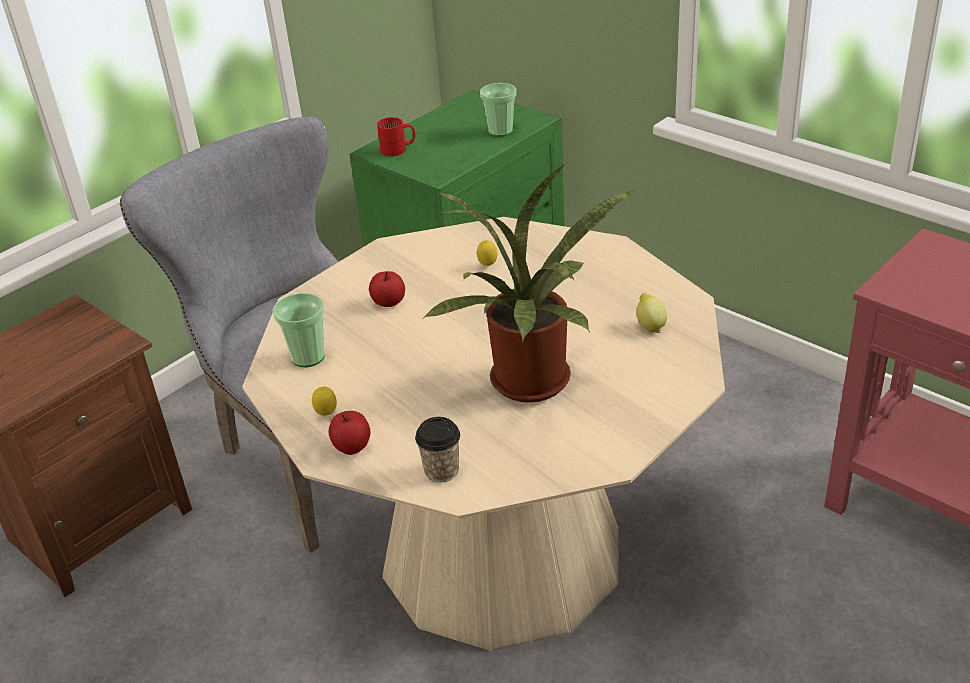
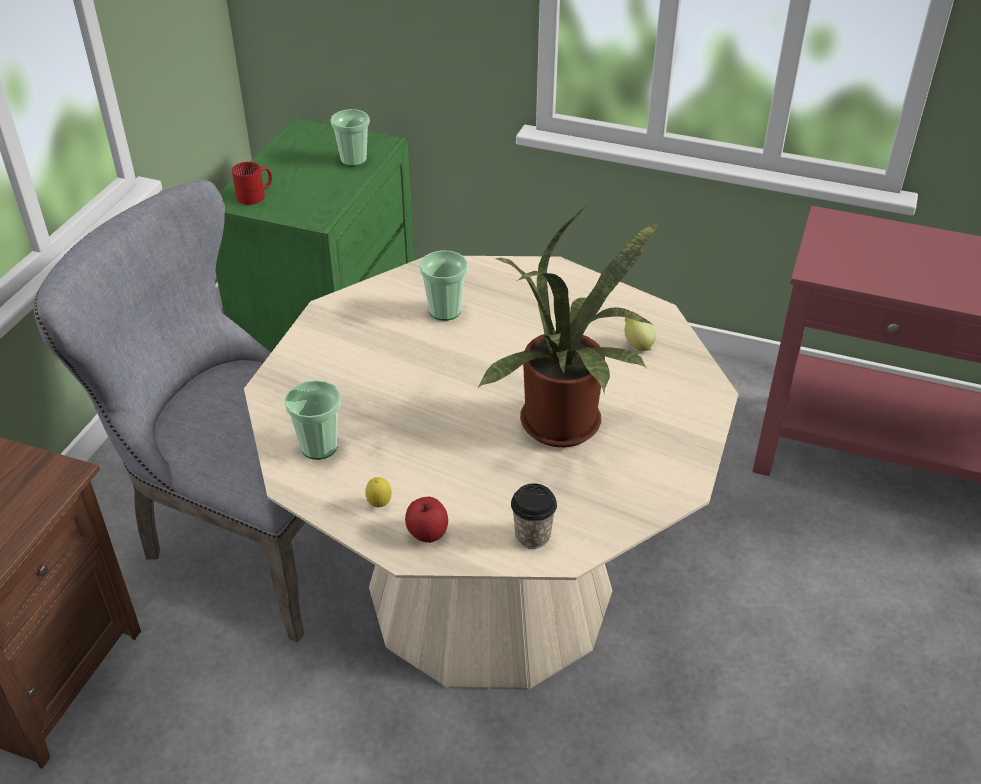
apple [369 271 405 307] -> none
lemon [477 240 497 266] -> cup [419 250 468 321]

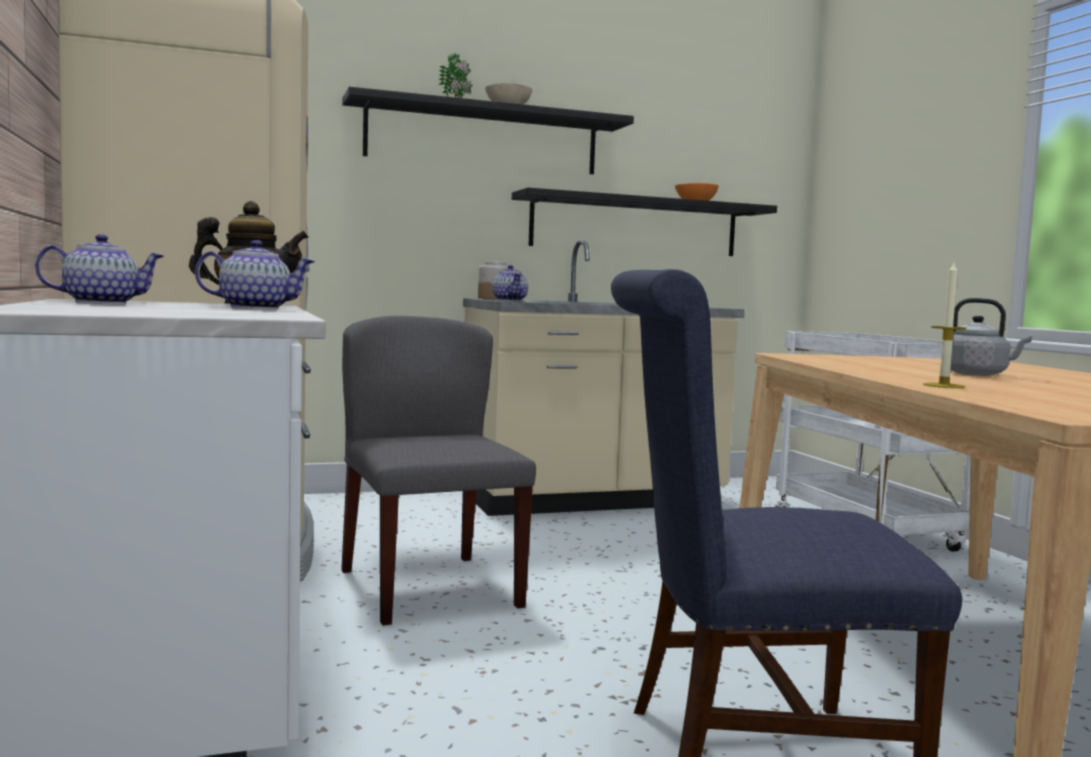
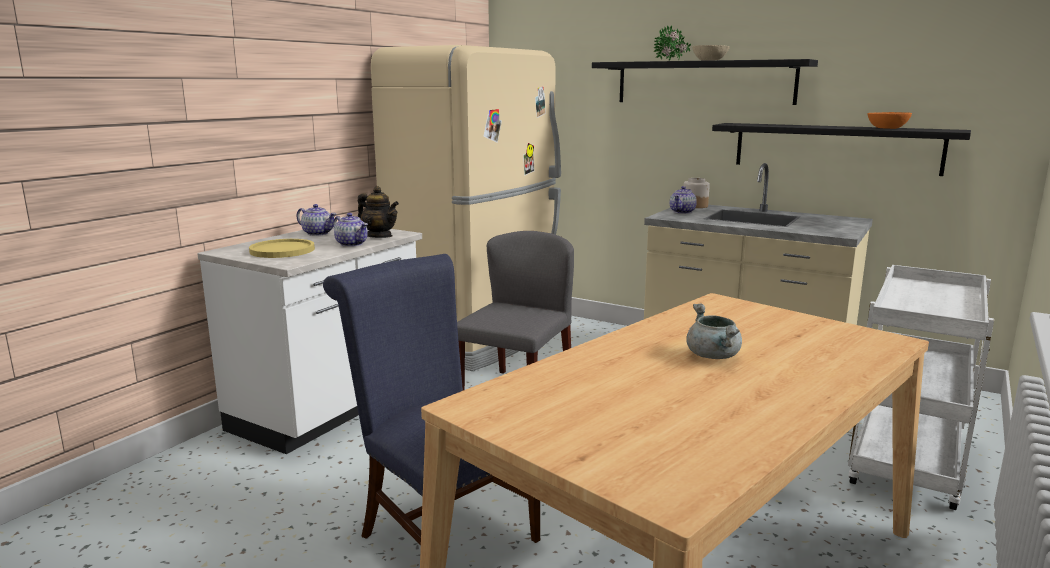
candle [923 262 967 388] -> none
kettle (grey) [950 298 1032 376] -> cooking pot (grey) [686 303 742 359]
none -> plate (yellow) [249 239 315 258]

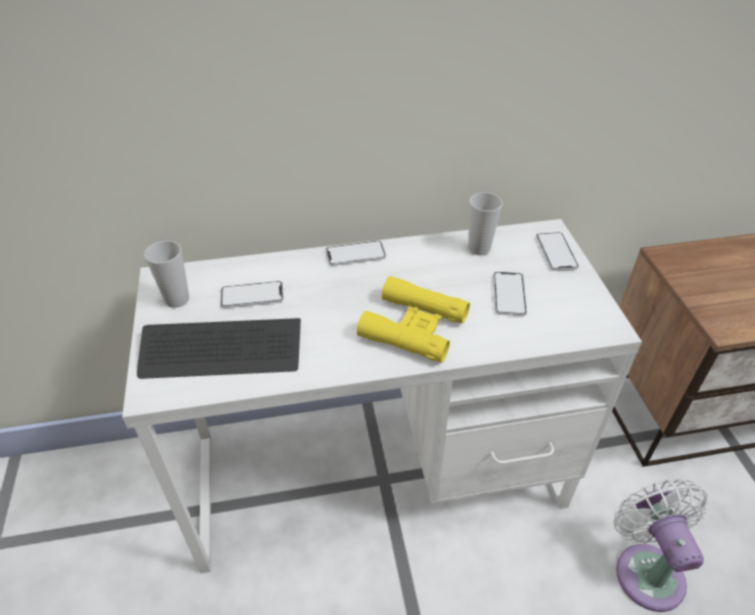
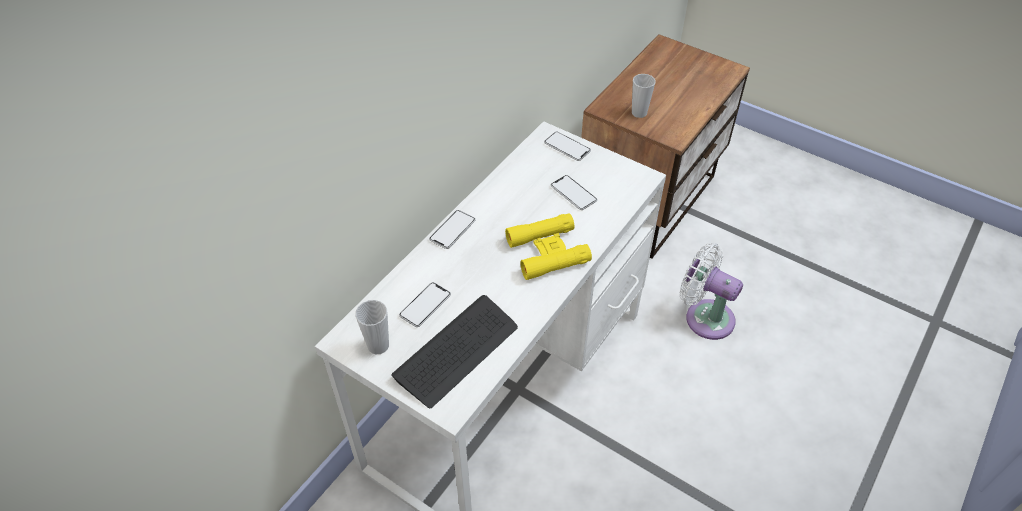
cup [468 192 503 255] -> cup [632 74 656 118], move

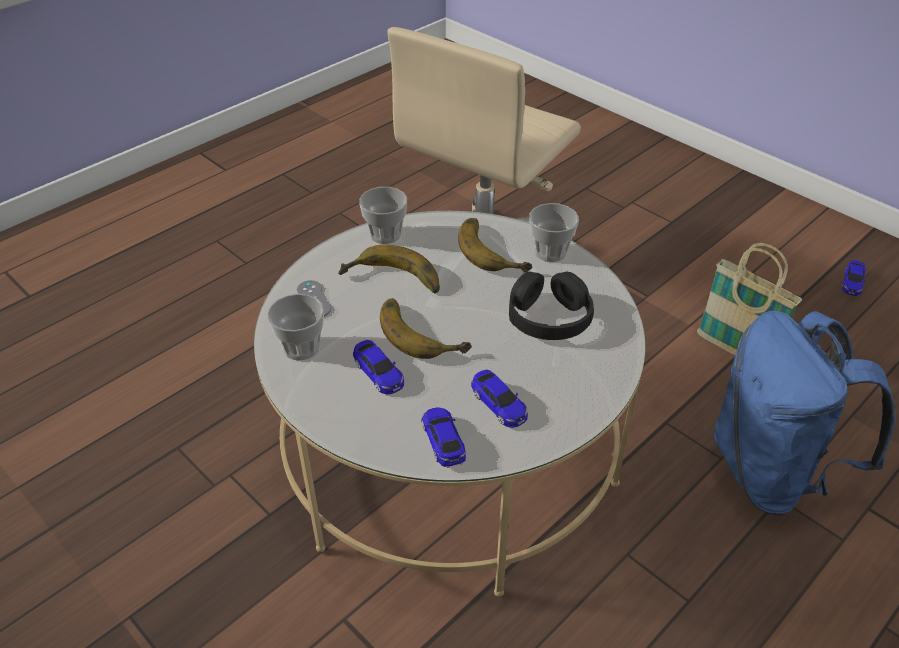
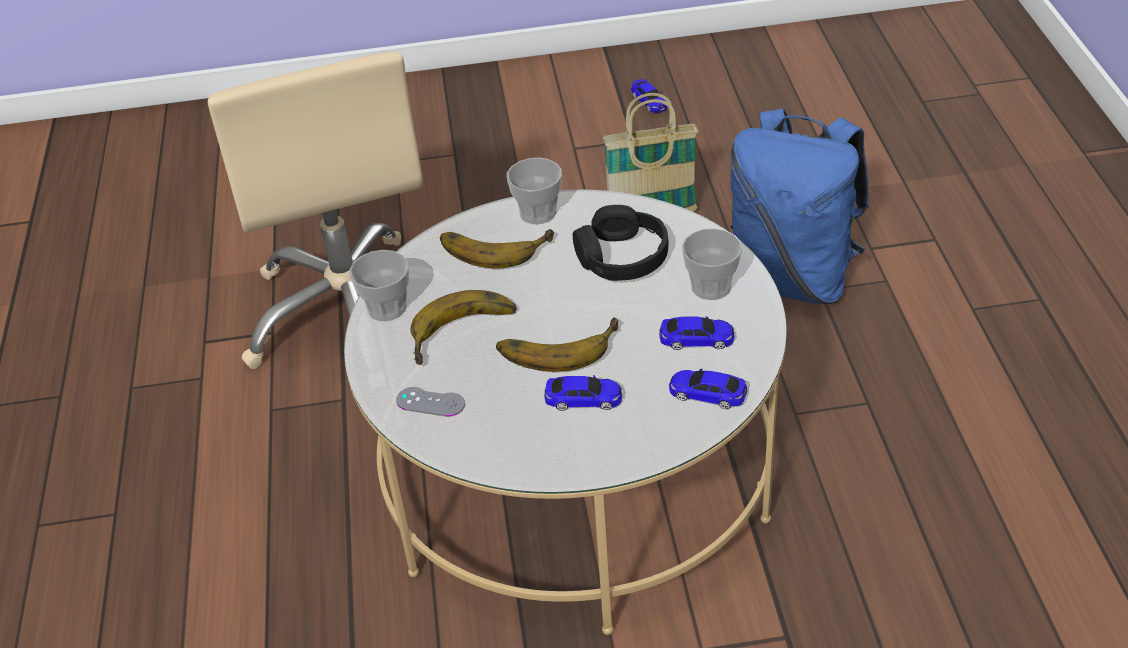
cup [267 294 324 361] -> cup [682 228 742 300], move

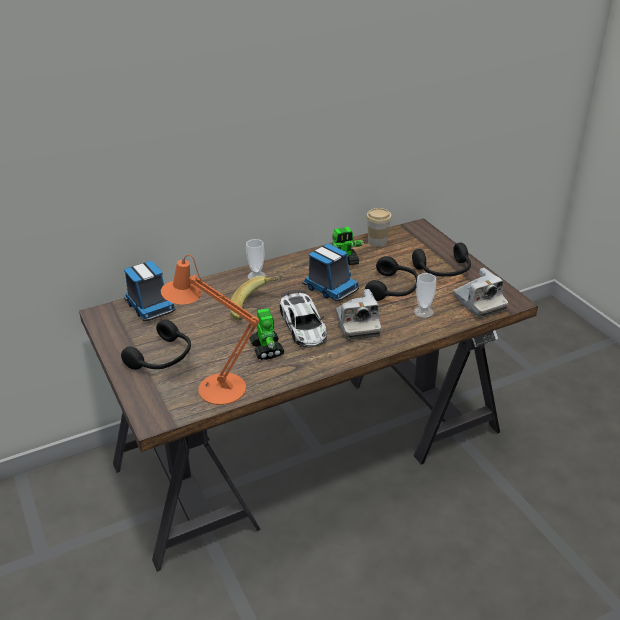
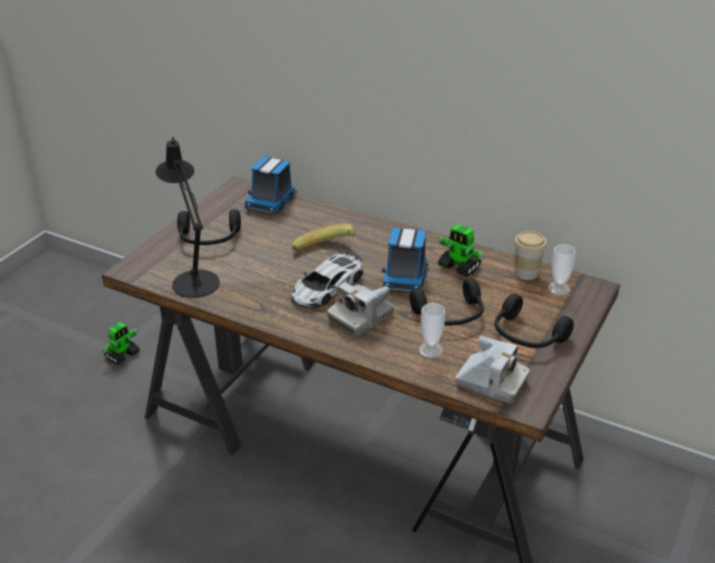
table lamp (orange) [161 255 259 405] -> table lamp (black) [156 137 220 298]
cup [246 239 266 280] -> cup [548 244 576 295], move
toy robot [249 308 285 360] -> toy robot [102 322 140 365], move
photo camera [453 268 508 319] -> photo camera [456 336 530 404], 90 degrees counterclockwise

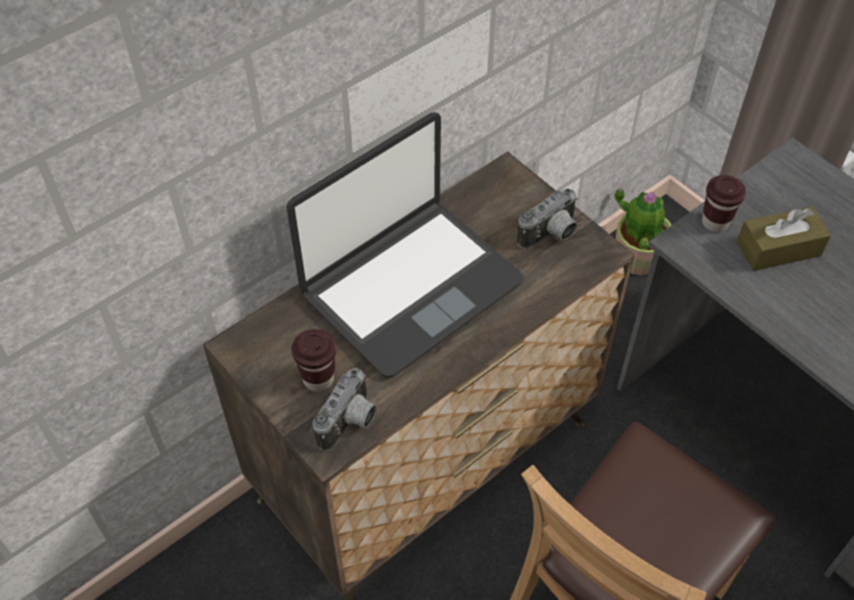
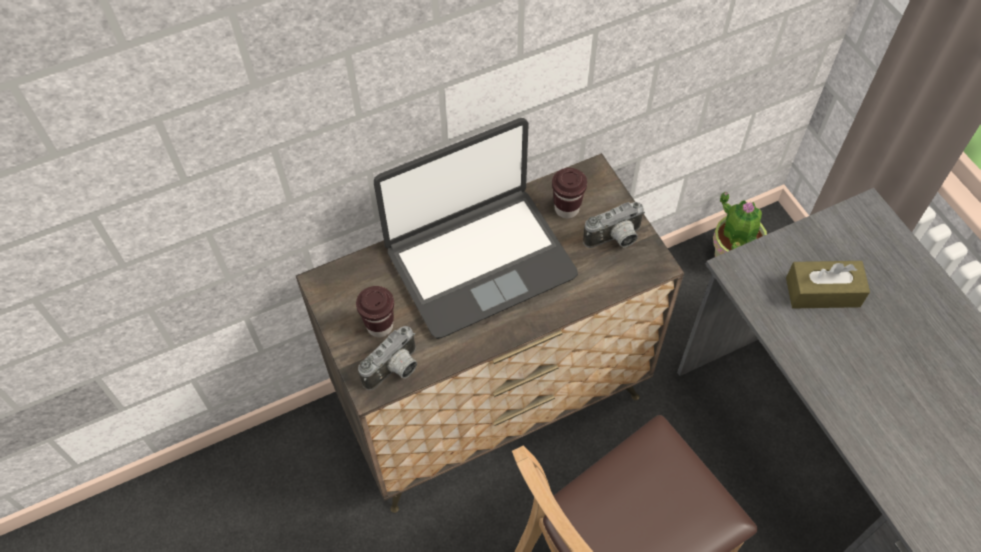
cup (brown) [702 175 746 232] -> cup (brown) [552 168 587 218], move

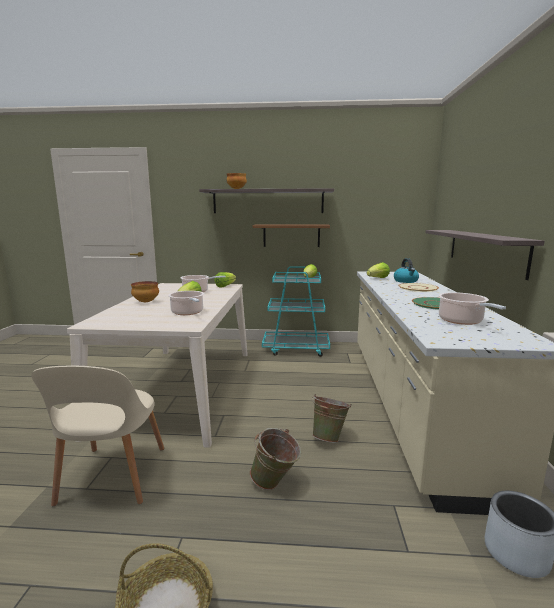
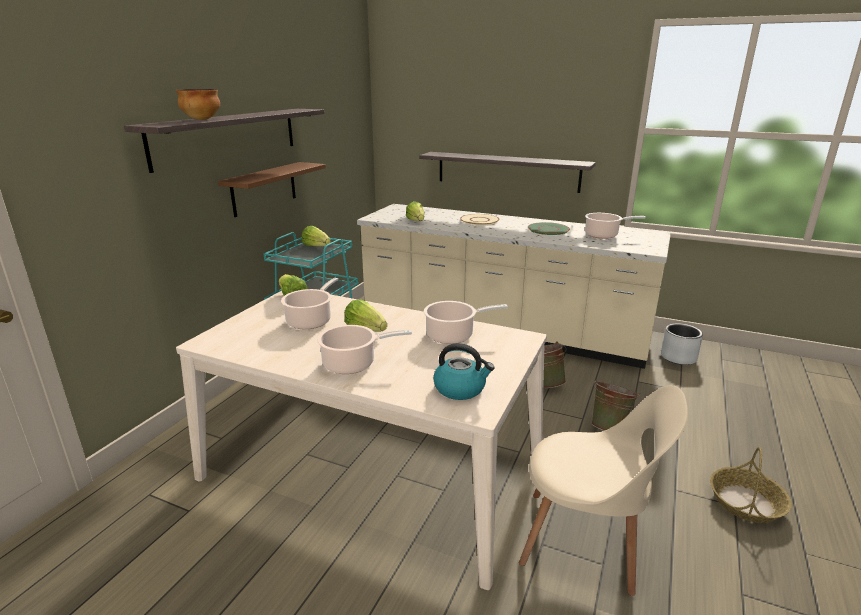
bowl [131 281 159 302] -> cooking pot [317 325 412 374]
kettle [394 258 419 283] -> kettle [433 343 495 400], move

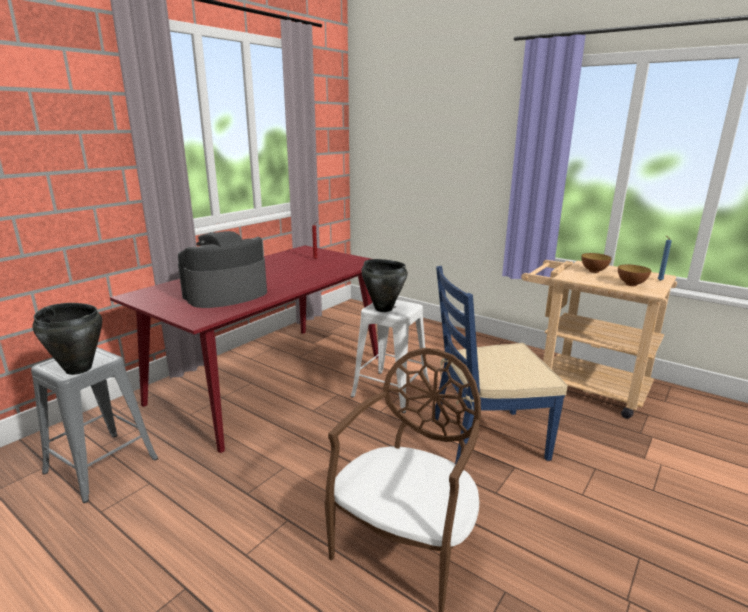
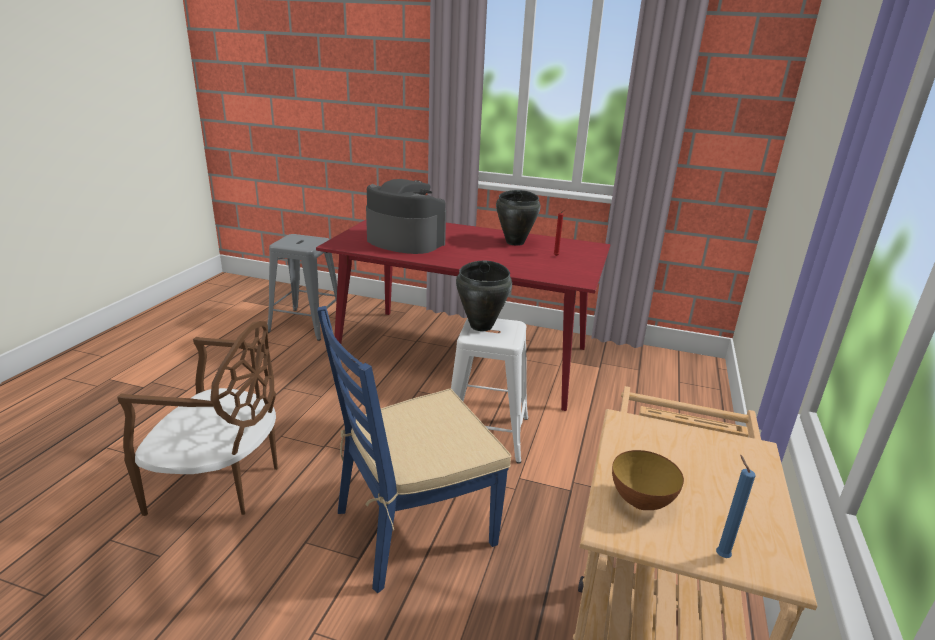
cooking pot (black) [32 303 102 375] -> cooking pot (black) [496 190 541 246], move
chair (blue) [432 266 568 464] -> chair (blue) [317 306 511 593], 90 degrees counterclockwise
bowl [582 253 612 273] -> none

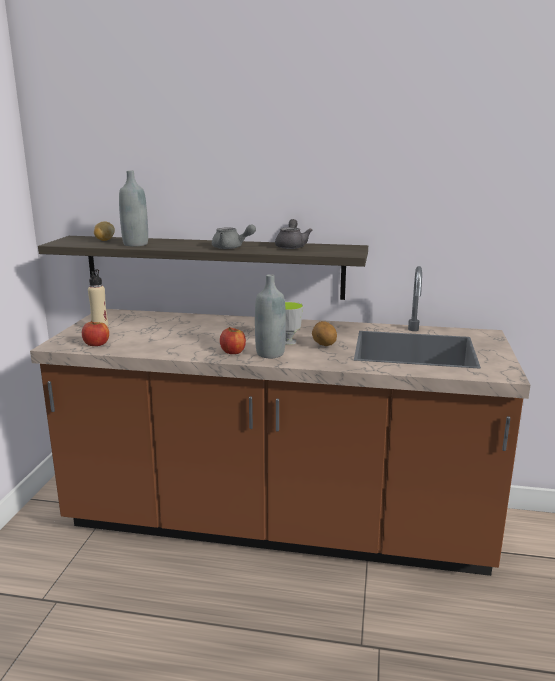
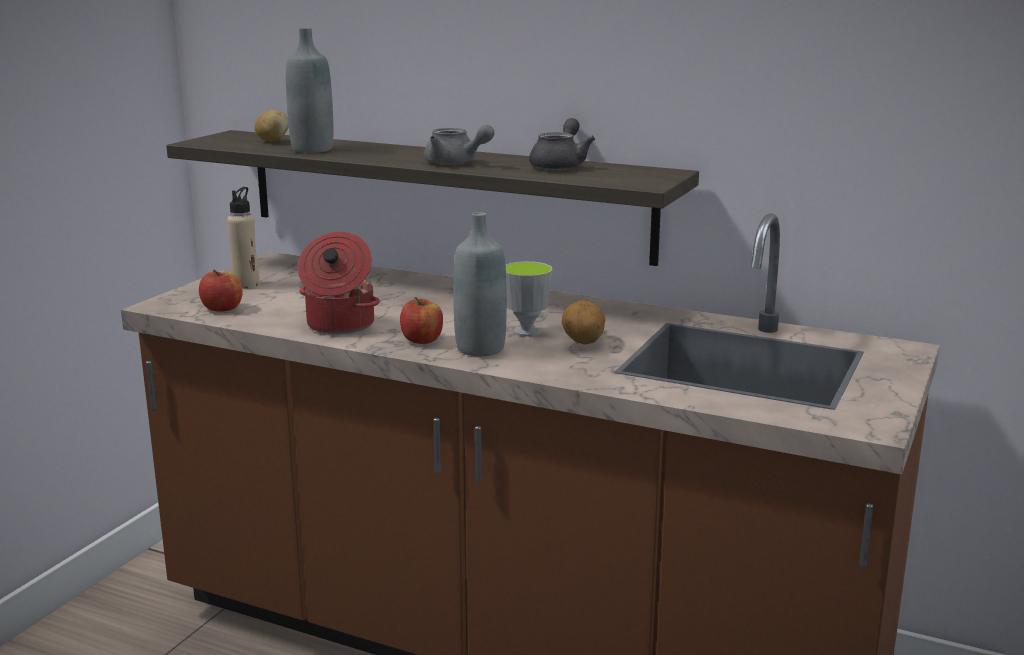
none -> cooking pot [297 232 380 334]

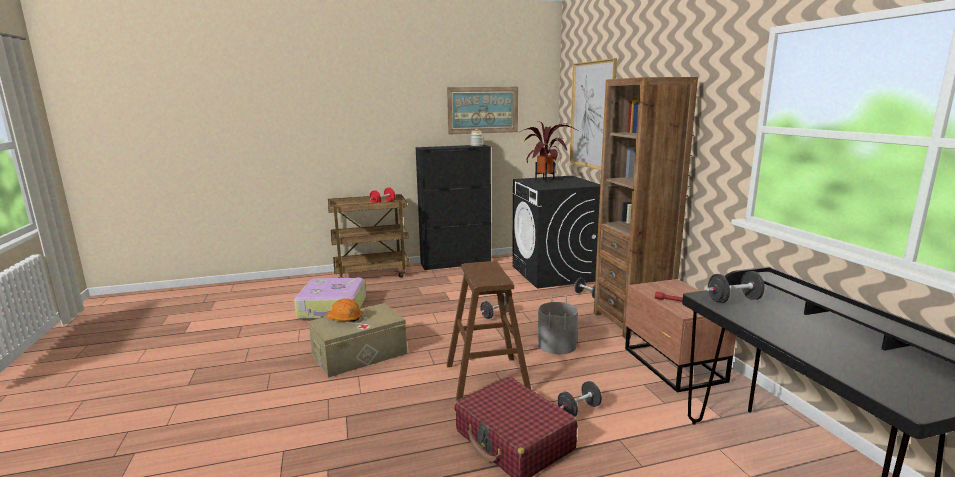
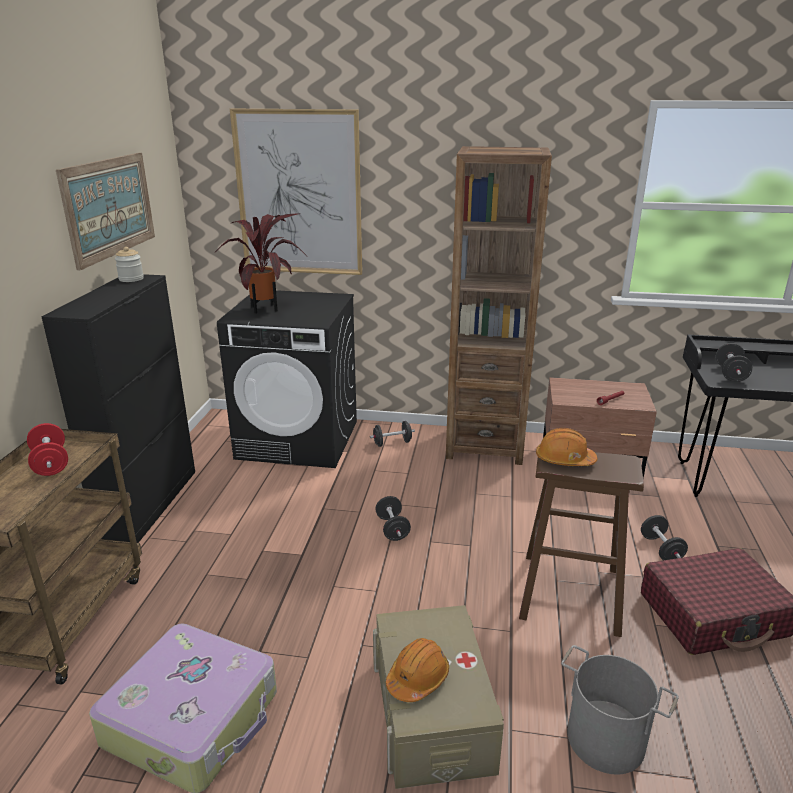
bucket (grey) [538 295 578 354] -> bucket (grey) [561 645 679 775], move
none -> hard hat (orange) [536 428 597 466]

